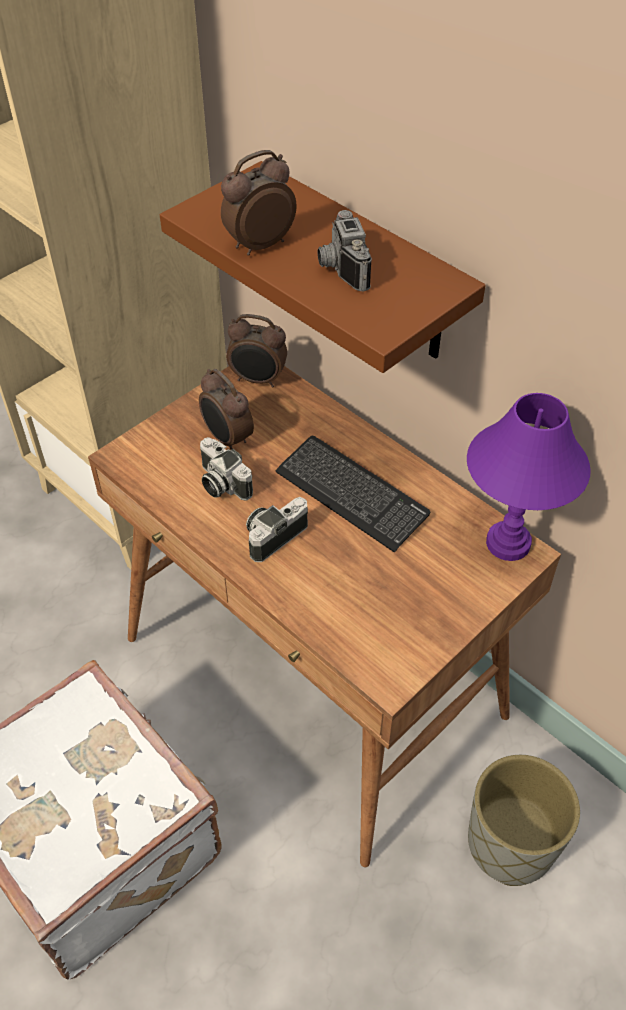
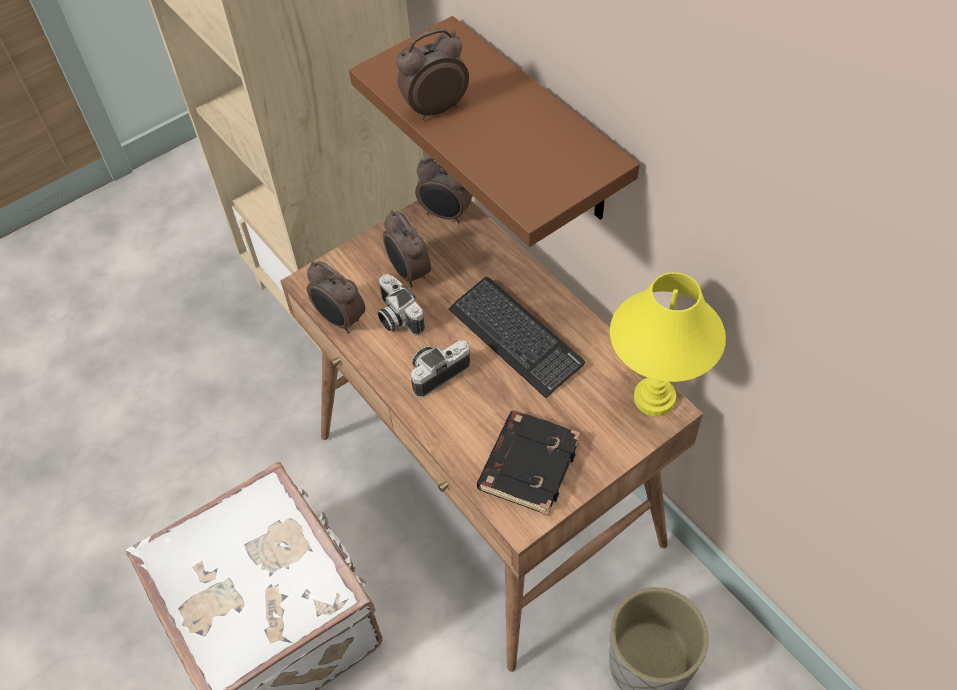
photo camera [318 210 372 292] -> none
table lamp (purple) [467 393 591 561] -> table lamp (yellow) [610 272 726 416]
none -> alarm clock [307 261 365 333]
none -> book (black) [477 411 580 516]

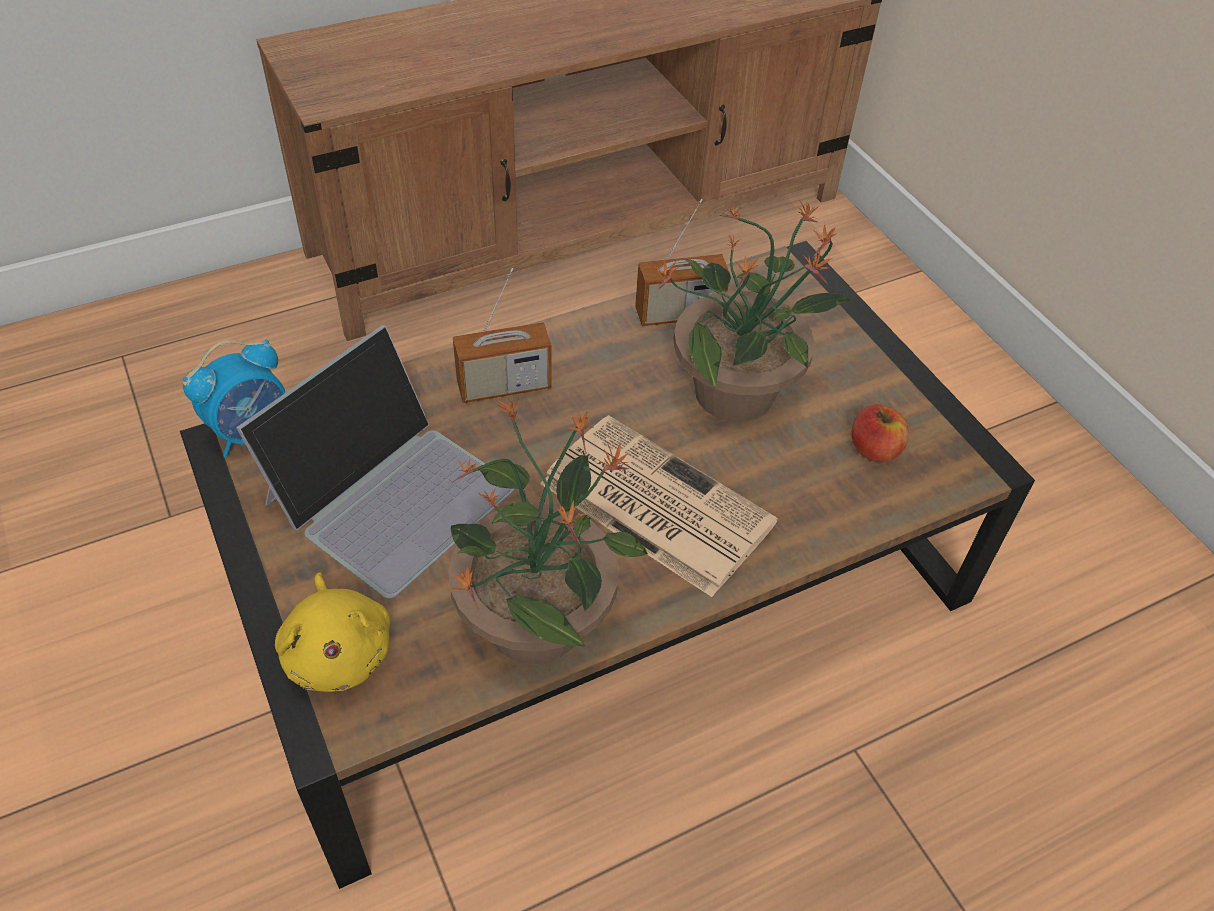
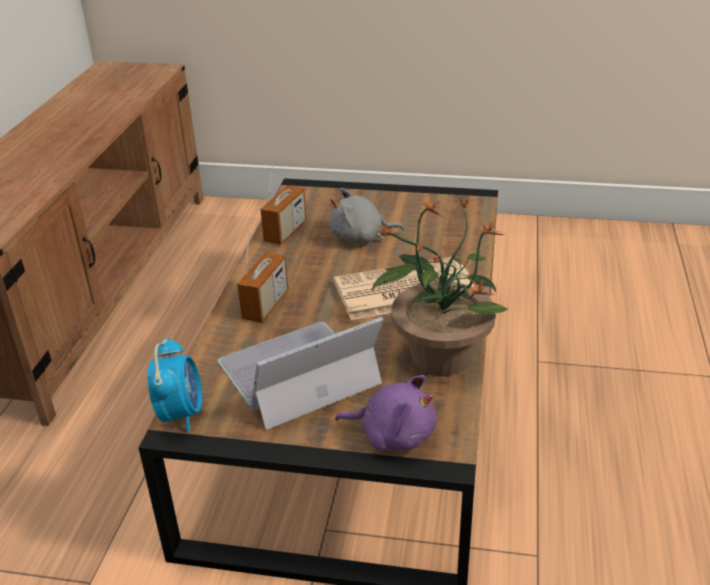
laptop [236 325 515 599] -> laptop [217 317 383 430], 105 degrees counterclockwise
plush toy (yellow) [275 573 390 692] -> plush toy (purple) [335 375 437 451]
potted plant [656 200 852 422] -> plush toy (grey) [329 188 404 244]
apple [851 404 908 462] -> none

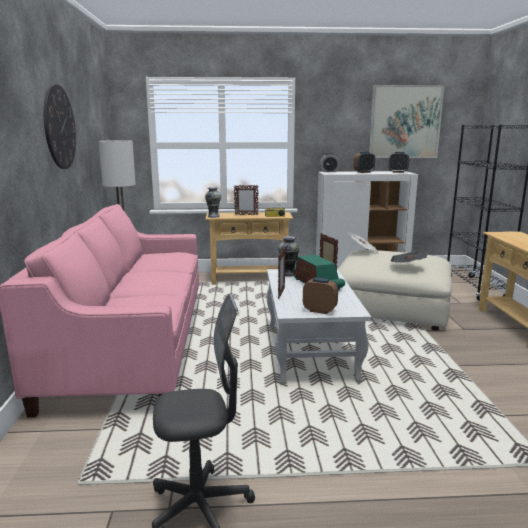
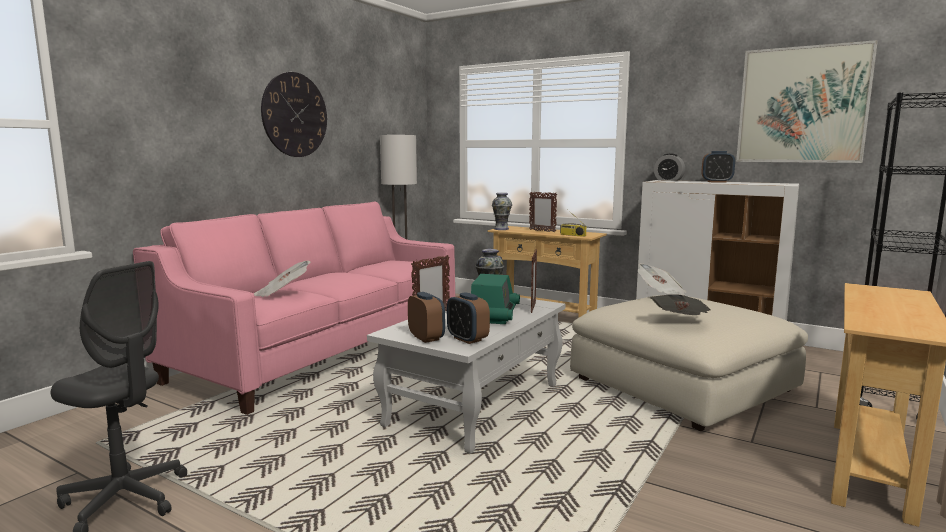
alarm clock [389 152 409 173] -> alarm clock [447 292 490 344], move
none -> newspaper [253 261 311 297]

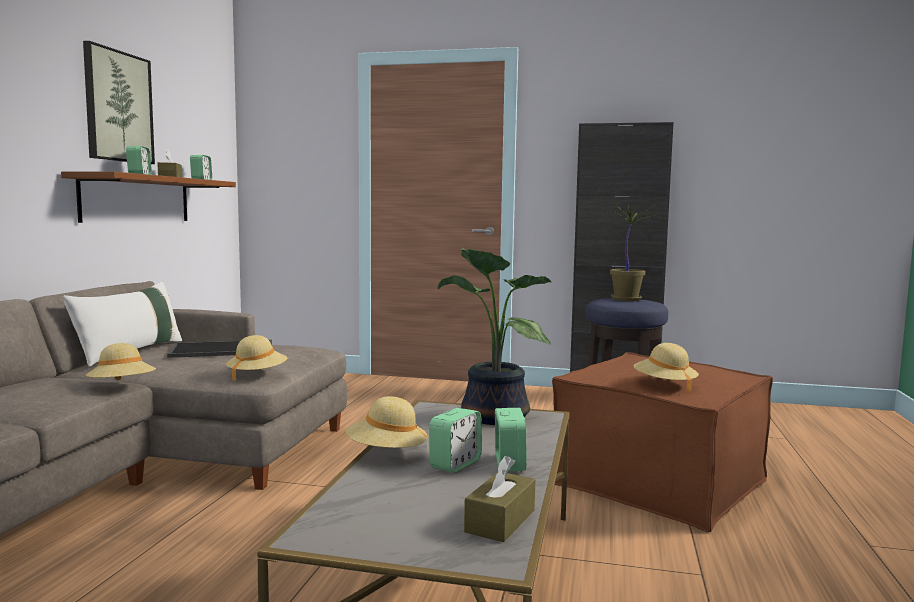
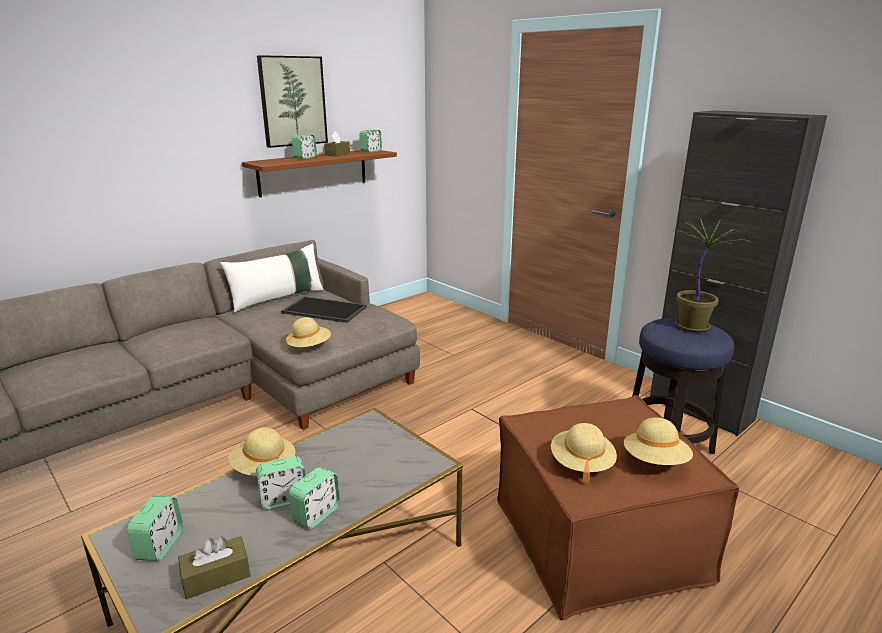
hat (beige) [86 343 156 381] -> hat (beige) [624 417 693 465], move
potted plant [438 247 551 425] -> none
none -> alarm clock [127 496 183 561]

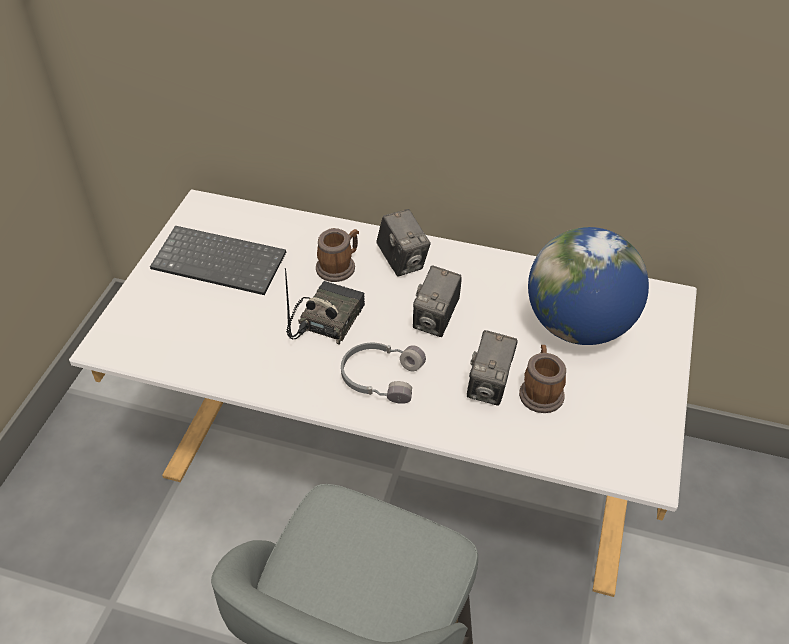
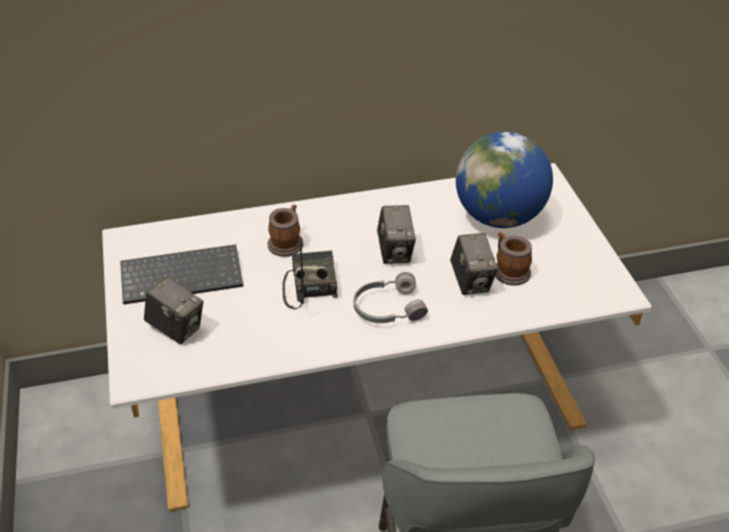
photo camera [376 209 431 277] -> photo camera [144 277 203 344], move

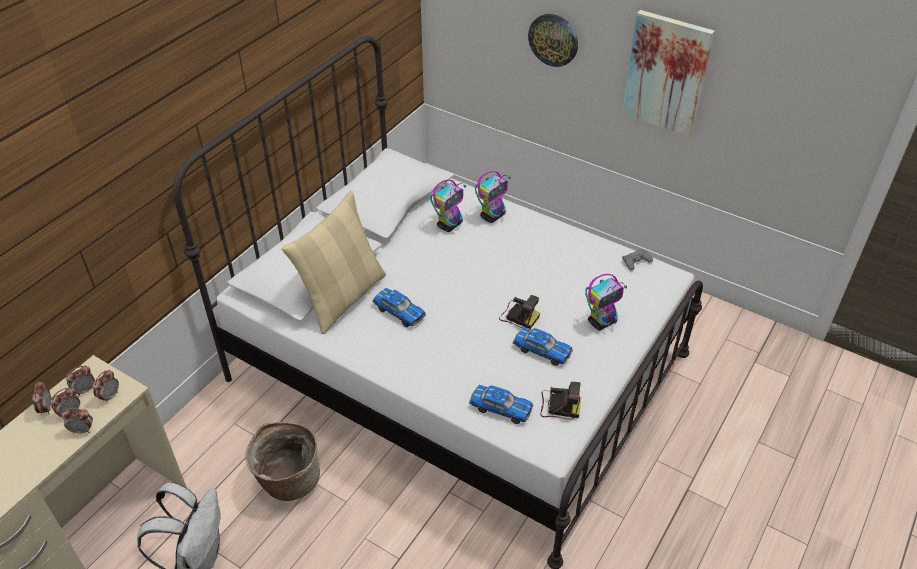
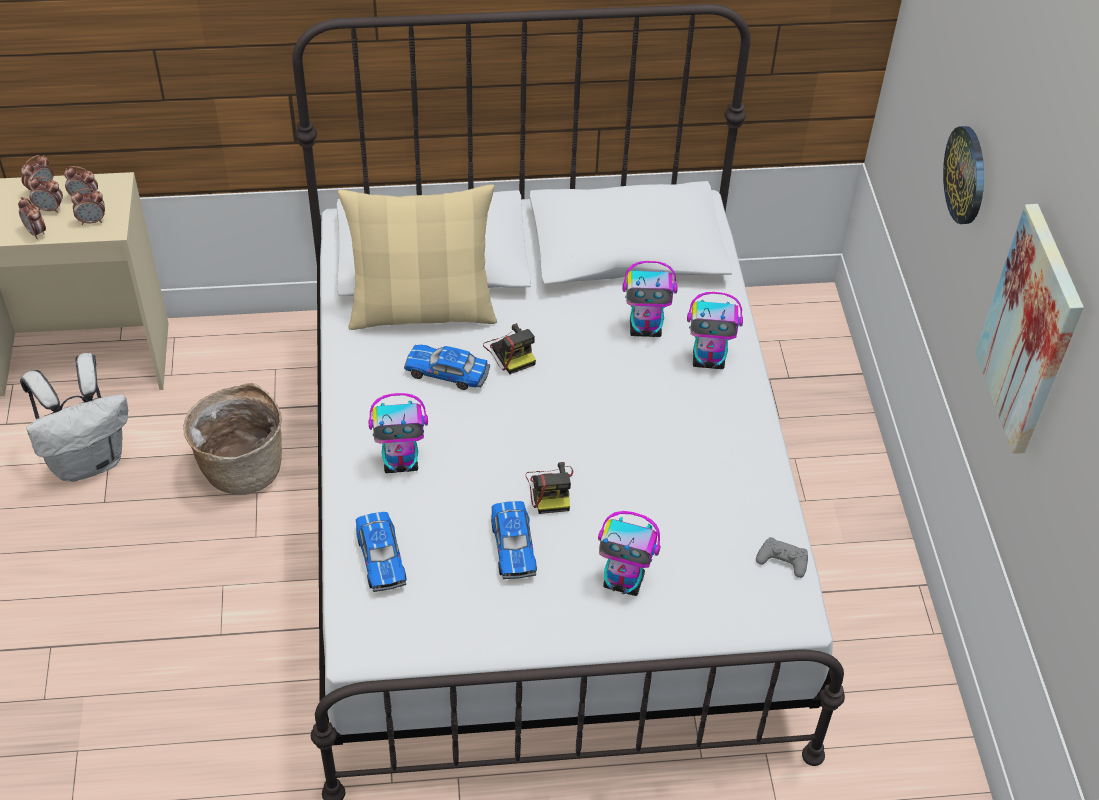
toy car [372 288 426 327] -> toy car [404 345 490 390], 105 degrees clockwise
photo camera [540 382 581 419] -> photo camera [483 323 536 374], move
none -> toy robot [368 393 428 473]

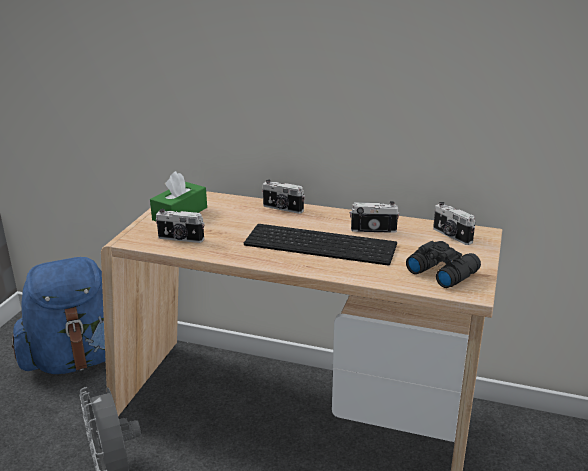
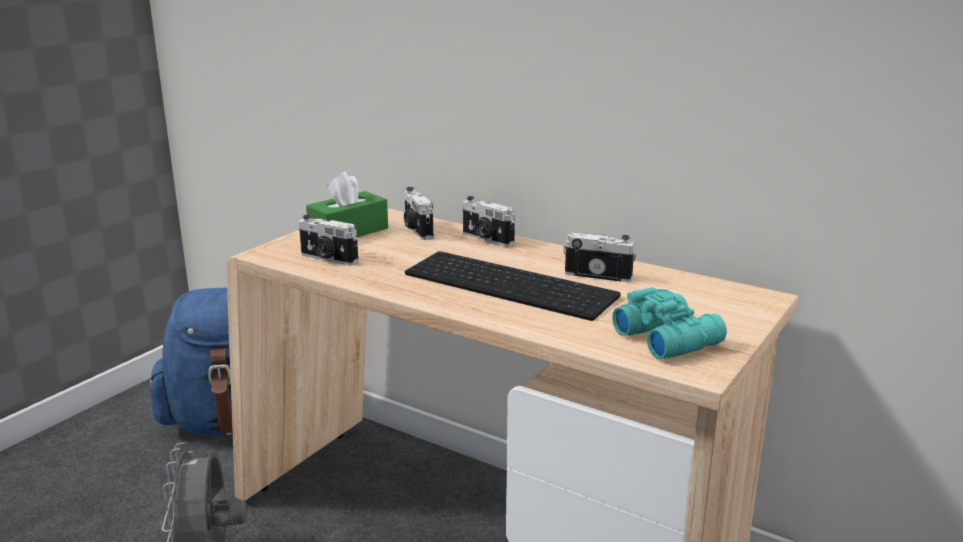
binoculars (black) [406 241 481 288] -> binoculars (turquoise) [612 287 727 359]
photo camera [433 202 476 245] -> photo camera [404 187 433 240], move

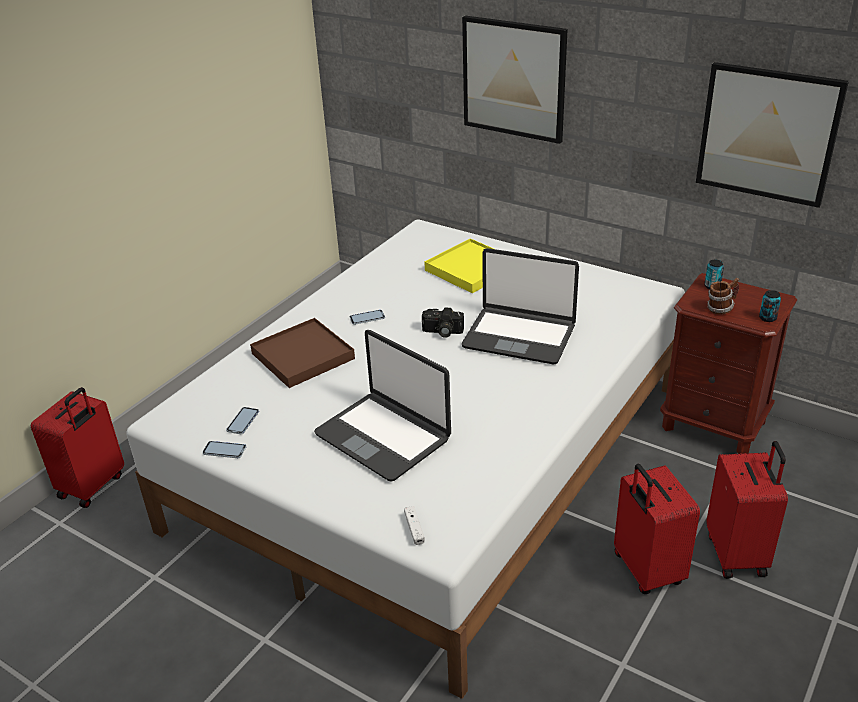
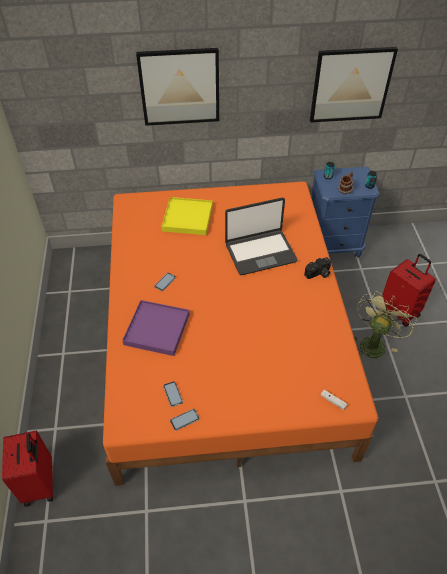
bed (white) [127 219 685 699] -> bed (orange) [103 181 378 486]
tray (brown) [250 318 355 388] -> tray (purple) [122 300 189 356]
laptop [314 330 451 482] -> none
photo camera [422 308 464 338] -> photo camera [304 257 331 279], move
suitcase (red) [614 464 700 594] -> fan (green) [354 291 417 359]
nightstand (brown) [660 273 797 454] -> nightstand (blue) [311 167 380 258]

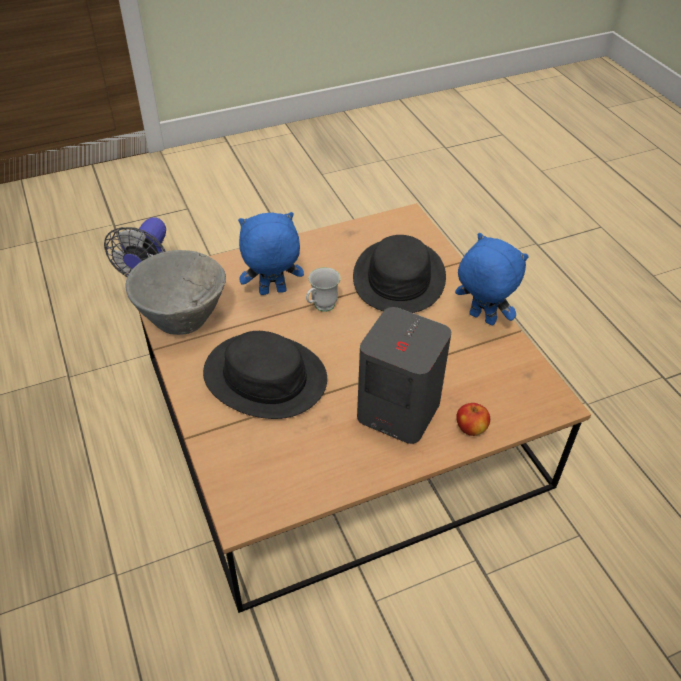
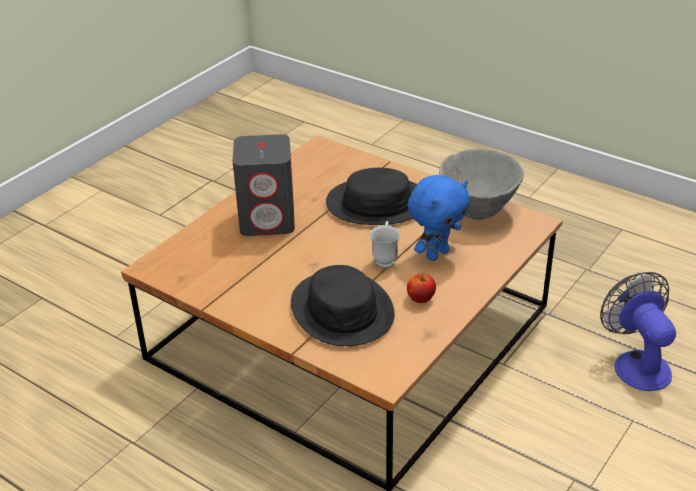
plush toy (blue) [455 233 529 326] -> none
apple [456 403 490 436] -> apple [407 273 436 303], move

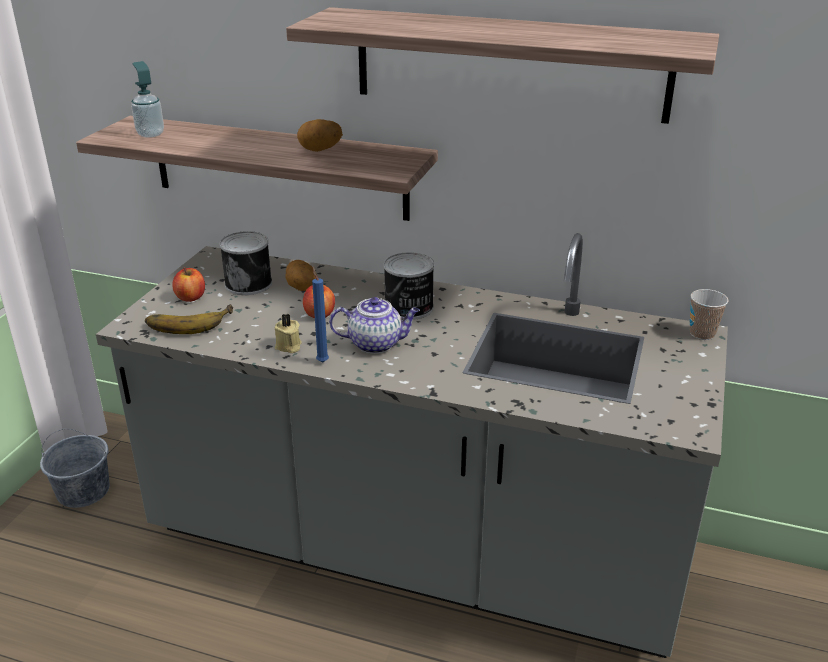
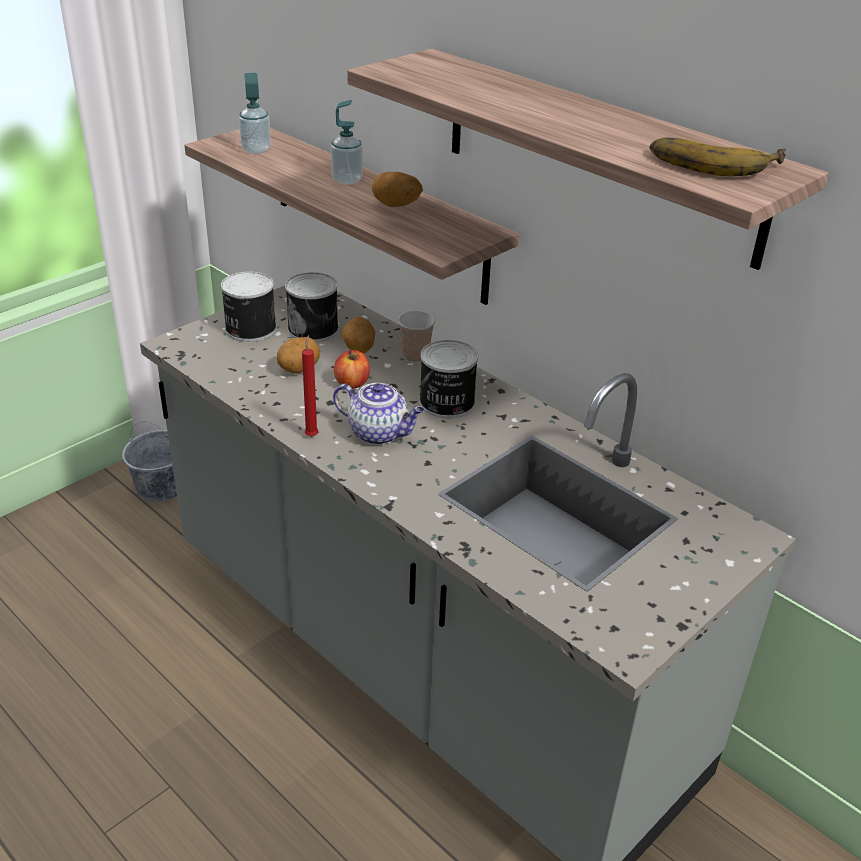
banana [145 304 233 334] -> banana [650 137 786 176], move
apple [173 268 205 302] -> can [221 272 277 342]
candle (beige) [275 314 302 353] -> none
candle (blue) [312 266 329 362] -> candle (red) [302 335 318 437]
cup [690 289 729 340] -> cup [398 311 435 363], move
none -> potato [277 337 320 373]
none -> soap dispenser [331 100 363 185]

